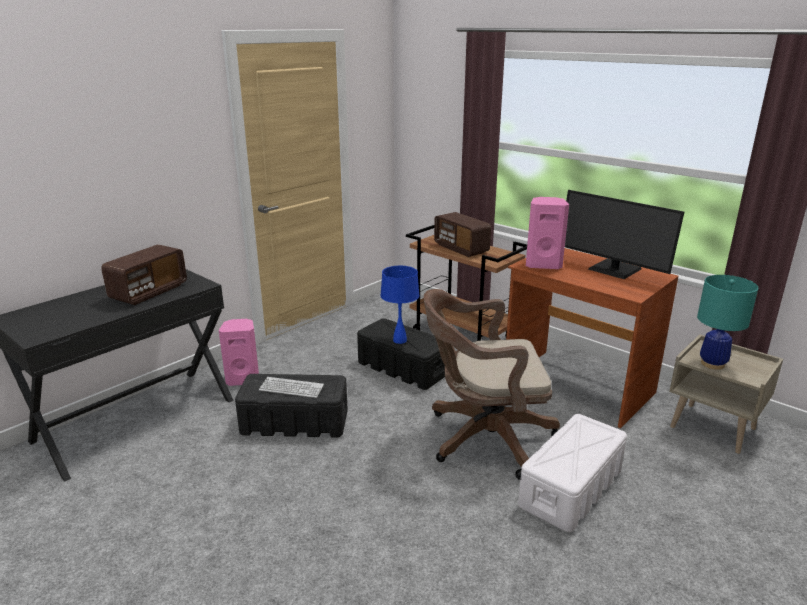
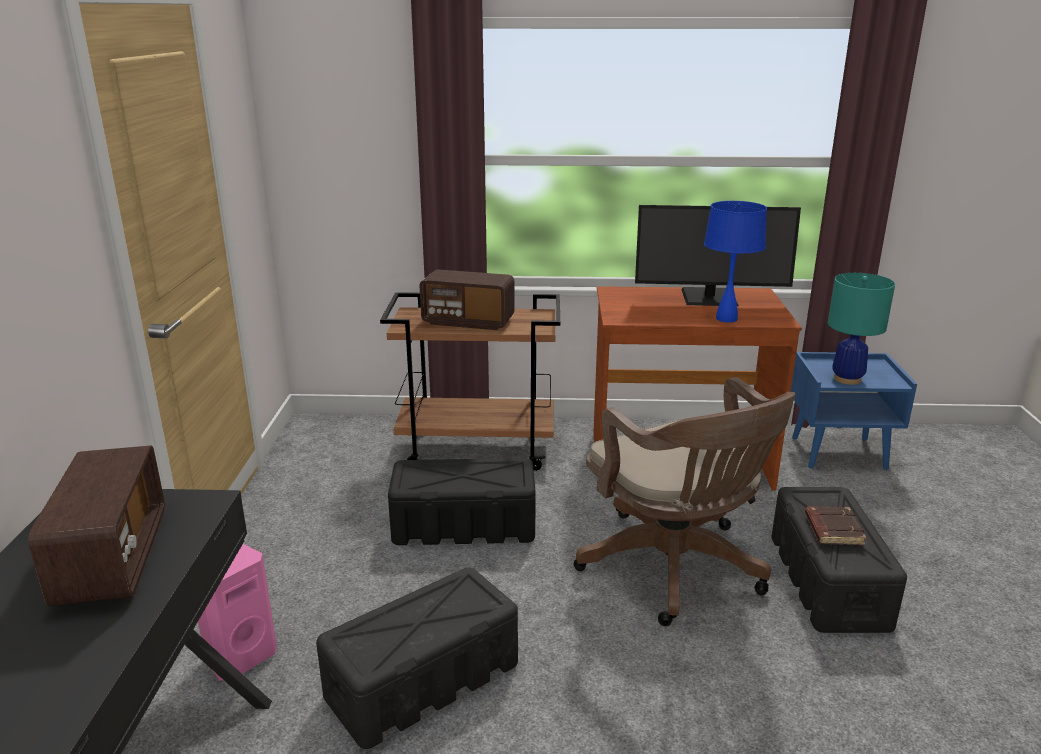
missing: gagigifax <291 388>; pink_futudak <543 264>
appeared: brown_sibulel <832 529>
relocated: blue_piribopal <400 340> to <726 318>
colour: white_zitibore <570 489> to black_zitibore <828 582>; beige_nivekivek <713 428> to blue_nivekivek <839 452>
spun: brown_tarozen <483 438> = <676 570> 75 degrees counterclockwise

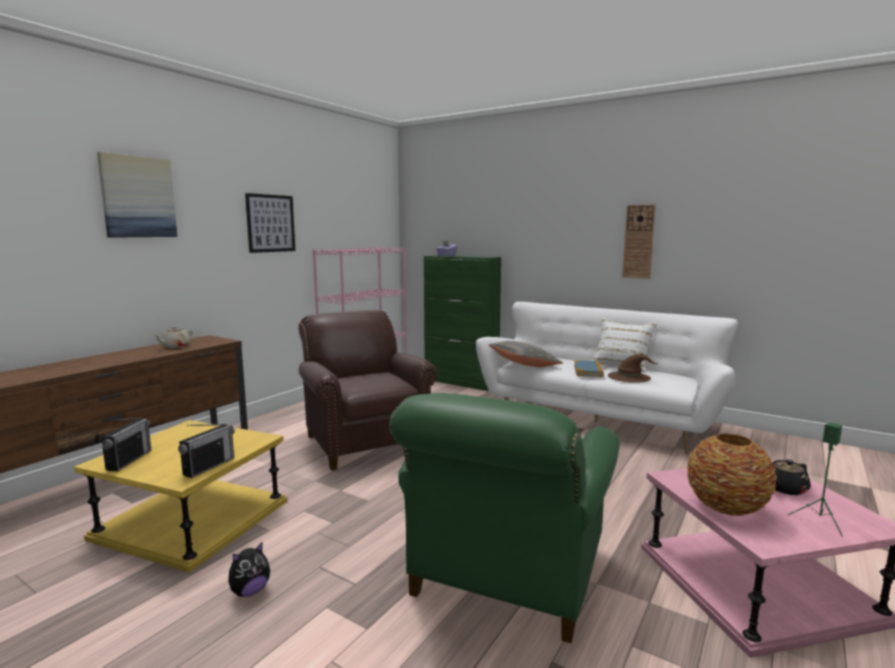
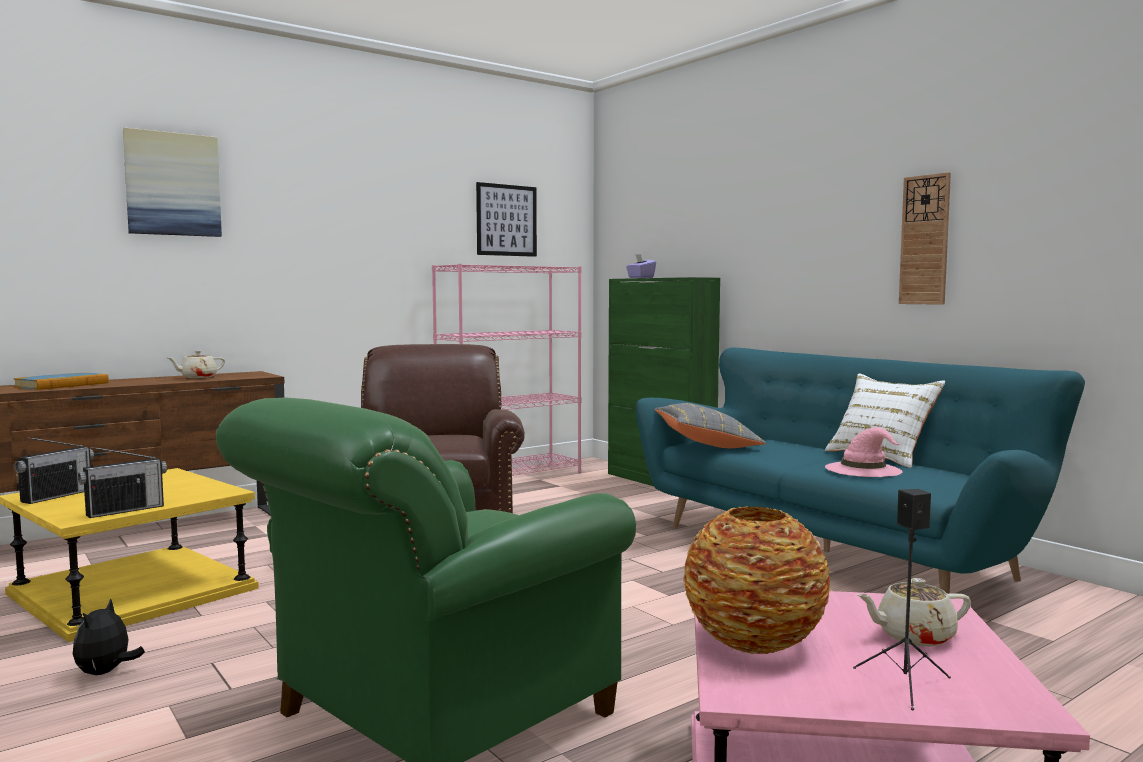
relocated: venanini <271 223> to <506 220>; sibulel <588 371> to <62 385>
colour: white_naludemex <599 419> to turquoise_naludemex <835 549>; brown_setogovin <629 377> to pink_setogovin <864 469>; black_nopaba <785 489> to beige_nopaba <913 636>; green_futudak <820 521> to black_futudak <905 685>
spun: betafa <250 591> = <106 672> 120 degrees clockwise

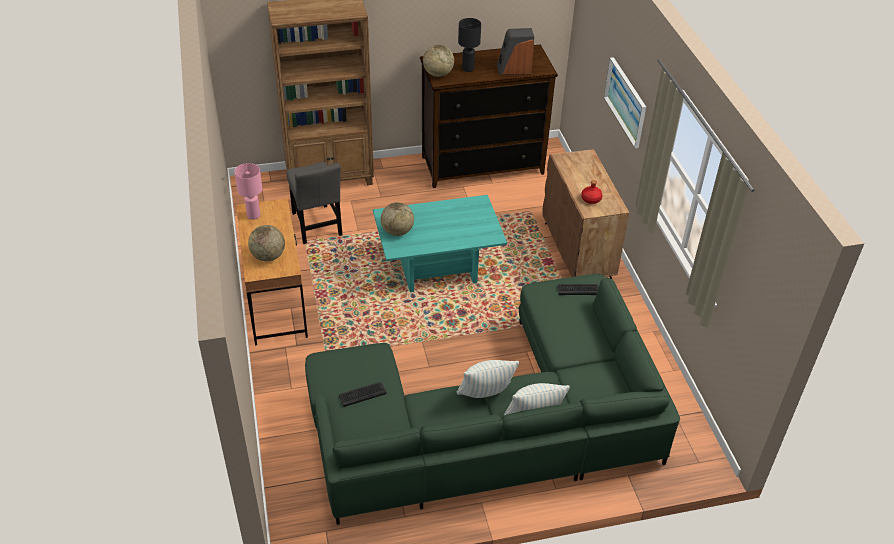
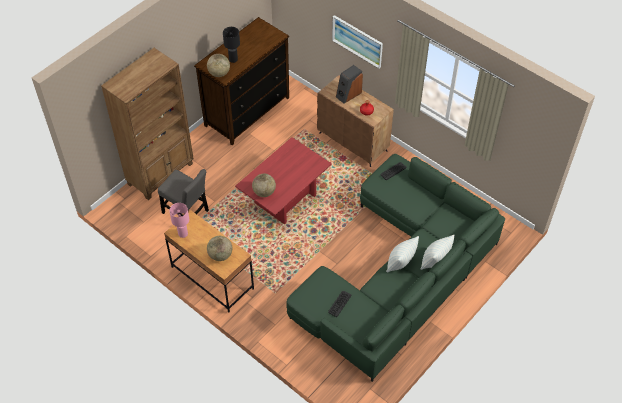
relocated: futudak <514 69> to <348 94>
colour: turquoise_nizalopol <438 266> to red_nizalopol <284 198>

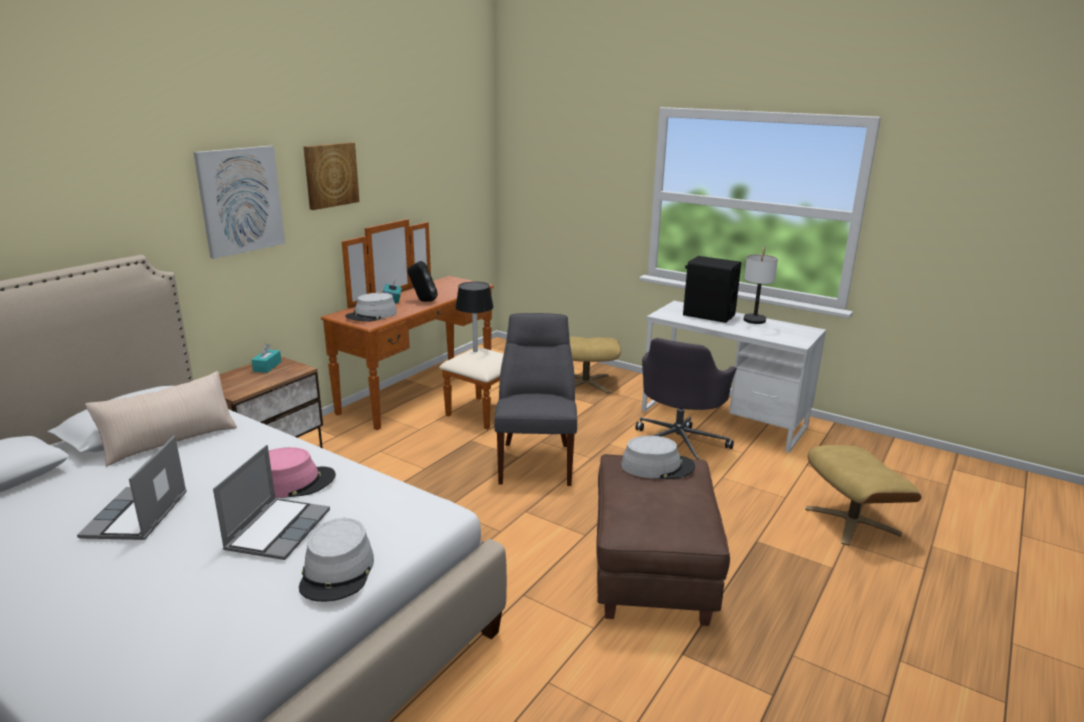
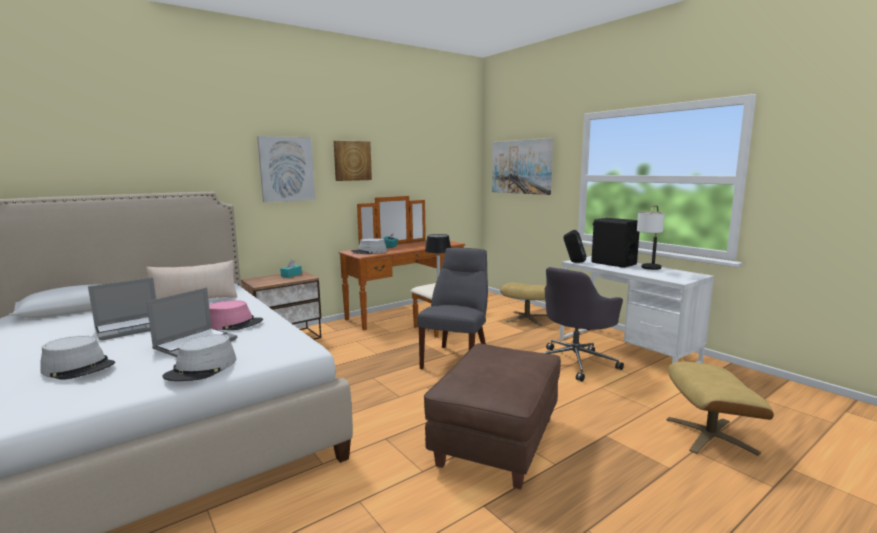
appeared: venanini <521 167>
relocated: black_futudak <422 301> to <573 262>; grey_setogovin <657 466> to <79 367>
spun: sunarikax <137 516> = <131 328> 150 degrees counterclockwise

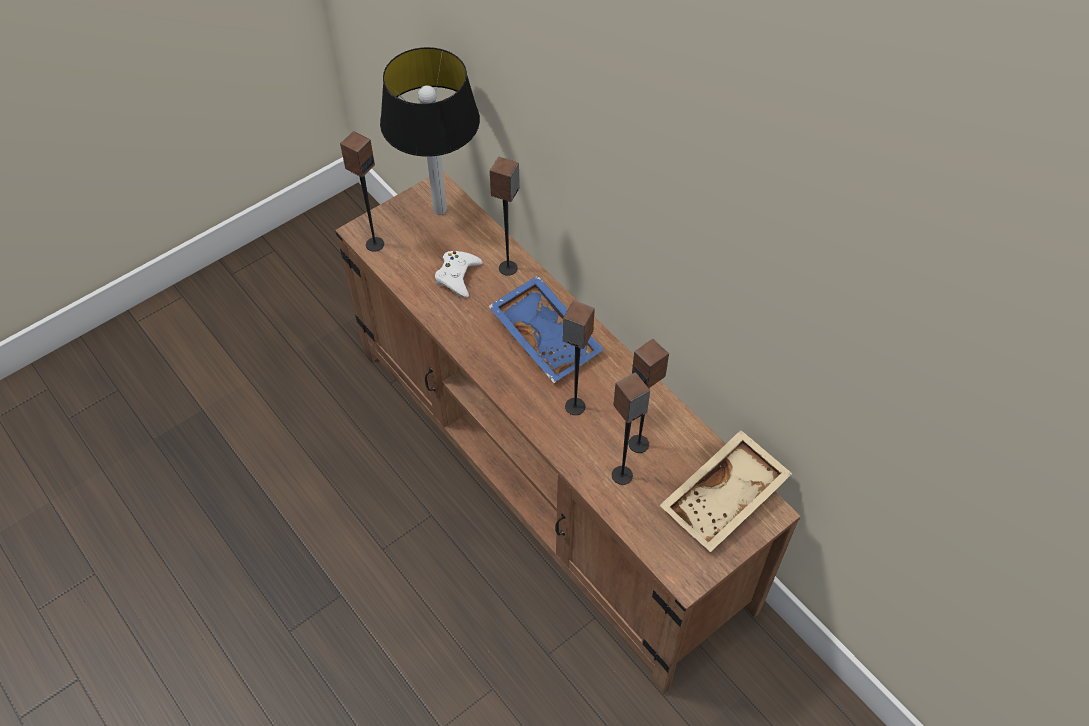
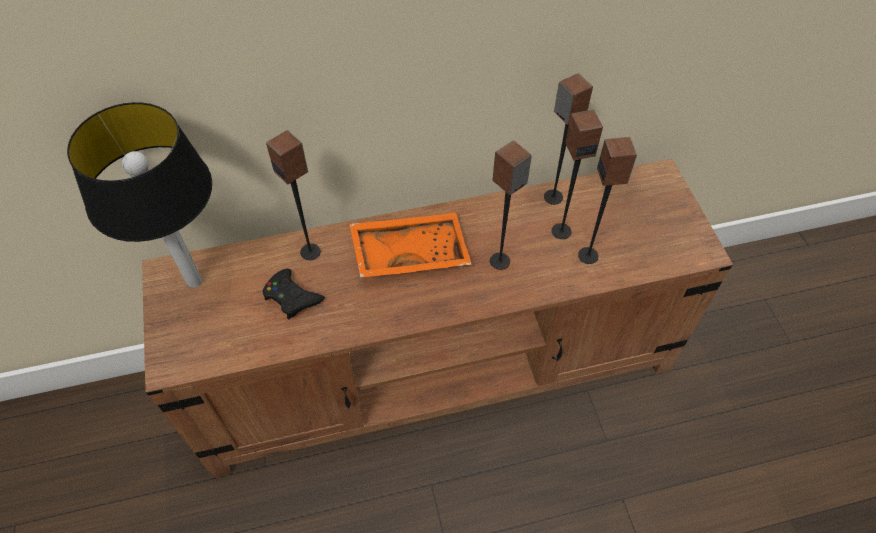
missing: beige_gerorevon <725 499>
relocated: futudak <374 244> to <553 197>
colour: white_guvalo <458 276> to black_guvalo <292 297>; blue_gerorevon <547 336> to orange_gerorevon <410 252>

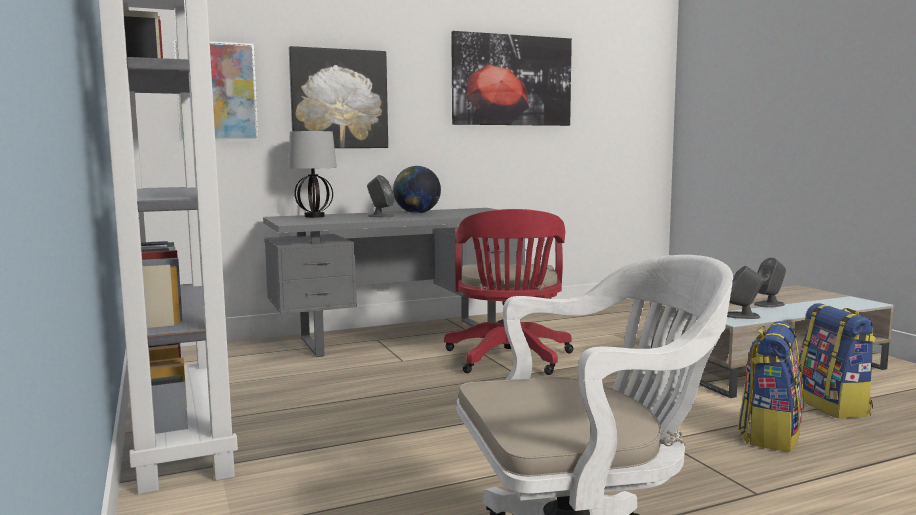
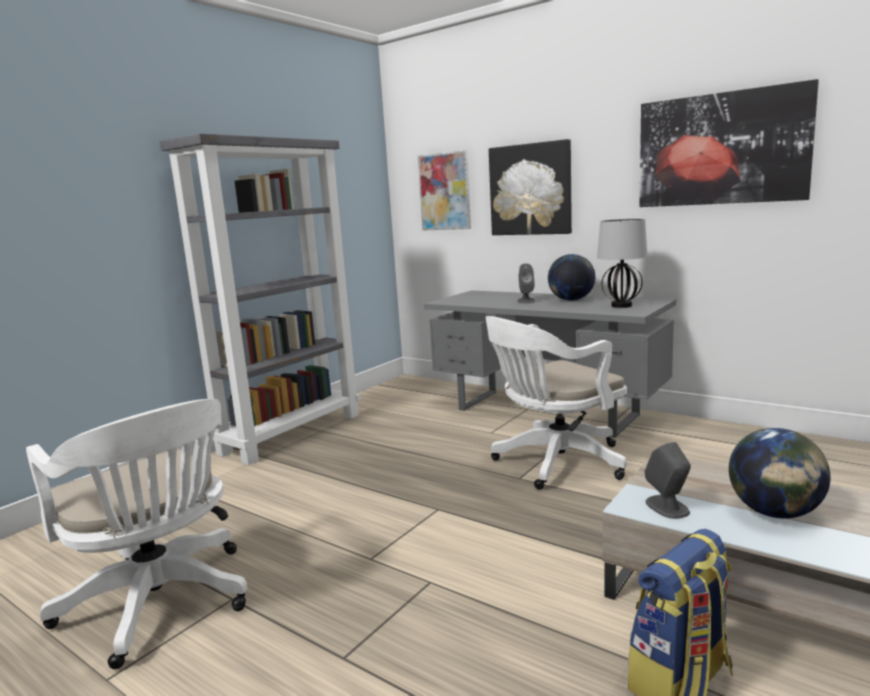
missing: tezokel <769 435>
relocated: piribopal <314 216> to <621 305>
exchanged: grey_futudak <769 304> to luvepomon <775 513>
colour: red_tarozen <509 360> to white_tarozen <554 463>

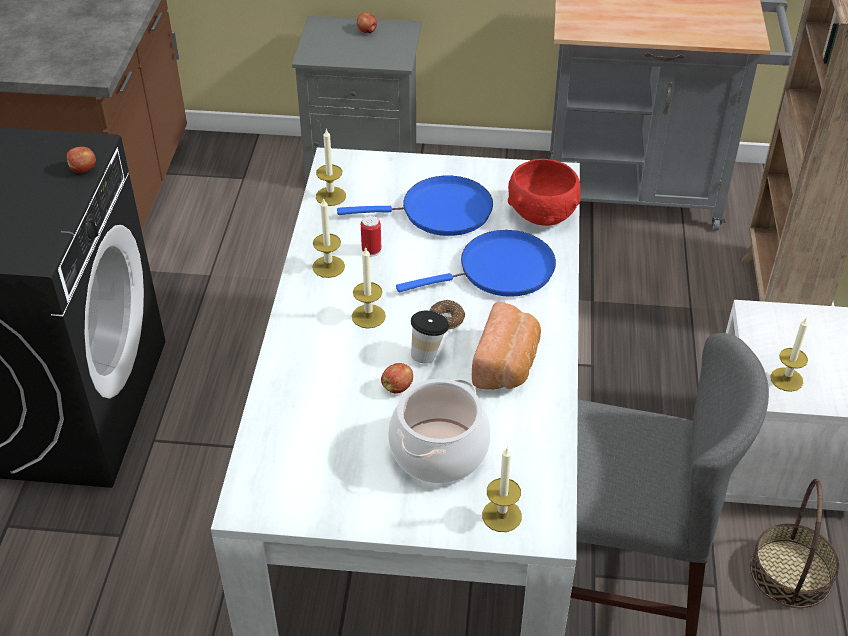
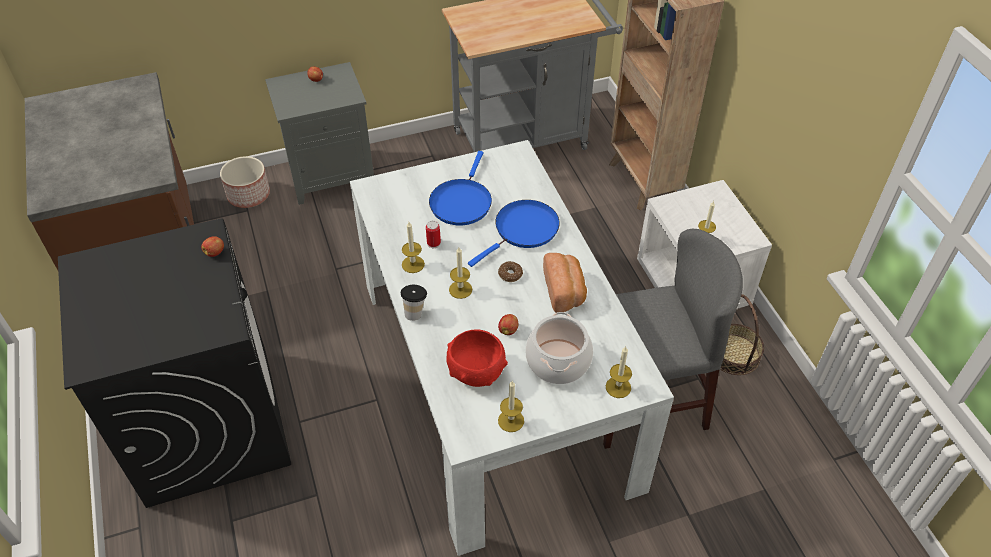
appeared: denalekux <249 195>
relocated: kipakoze <330 196> to <511 420>; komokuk <428 354> to <415 312>; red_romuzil <542 214> to <476 372>
spun: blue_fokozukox <440 212> = <461 202> 135 degrees clockwise

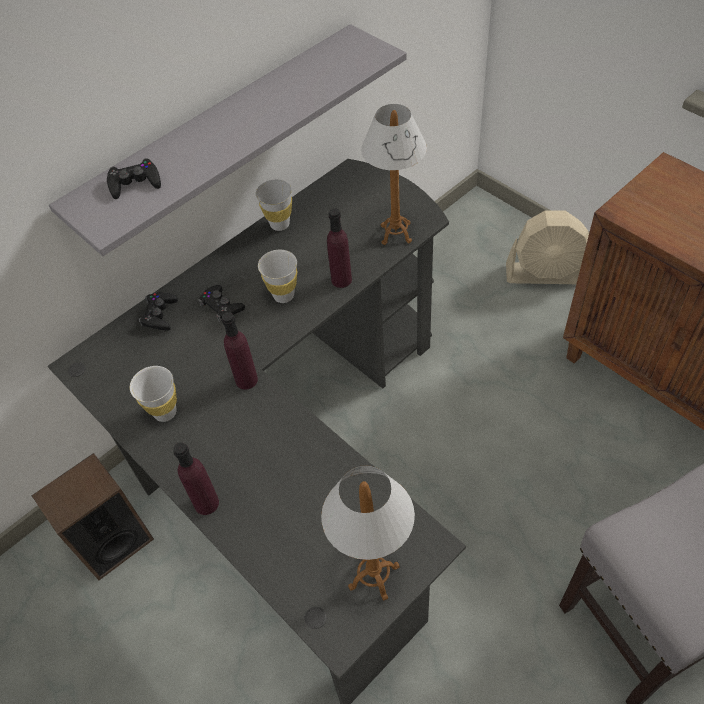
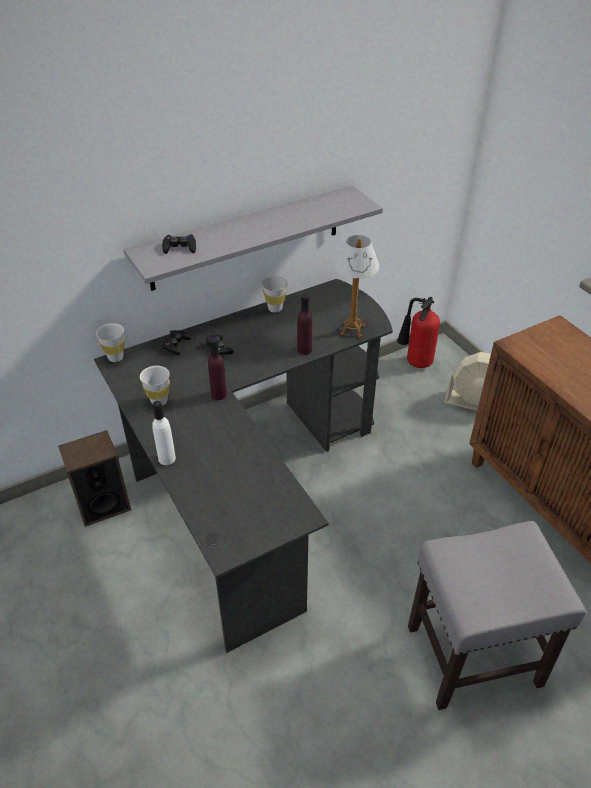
missing: piribopal <374 577>
appeared: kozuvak <415 362>
relocated: white_komokuk <283 295> to <115 357>
colour: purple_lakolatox <206 503> to white_lakolatox <167 458>

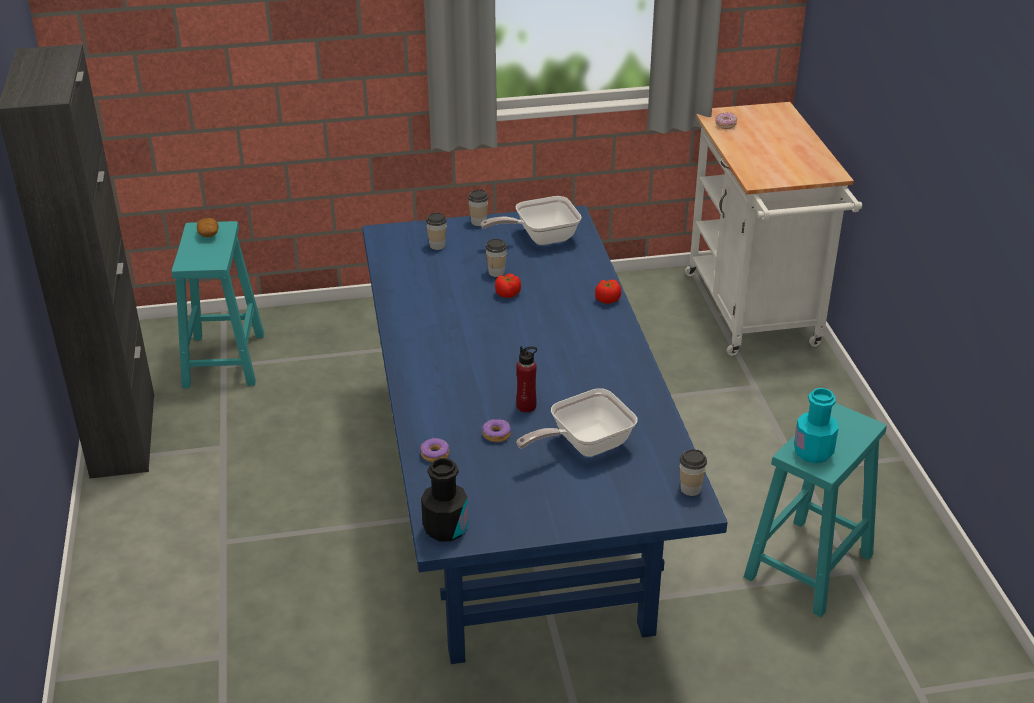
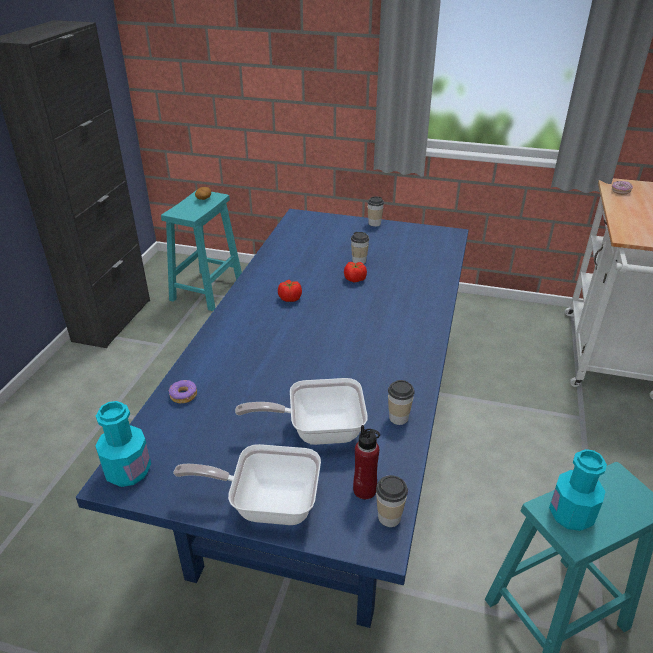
missing: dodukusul <496 435>
relocated: komokuk <437 245> to <398 417>; fokozukox <540 238> to <266 503>; red_lakolatox <526 406> to <364 490>; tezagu <607 300> to <290 298>
colour: black_lakolatox <445 528> to turquoise_lakolatox <128 471>

